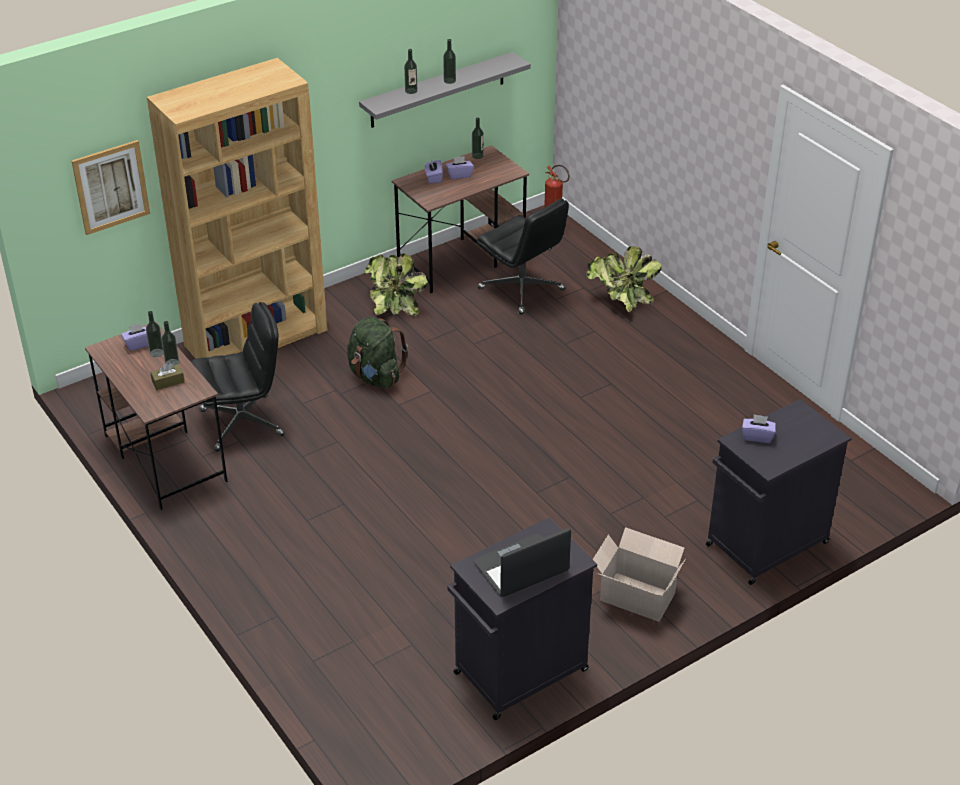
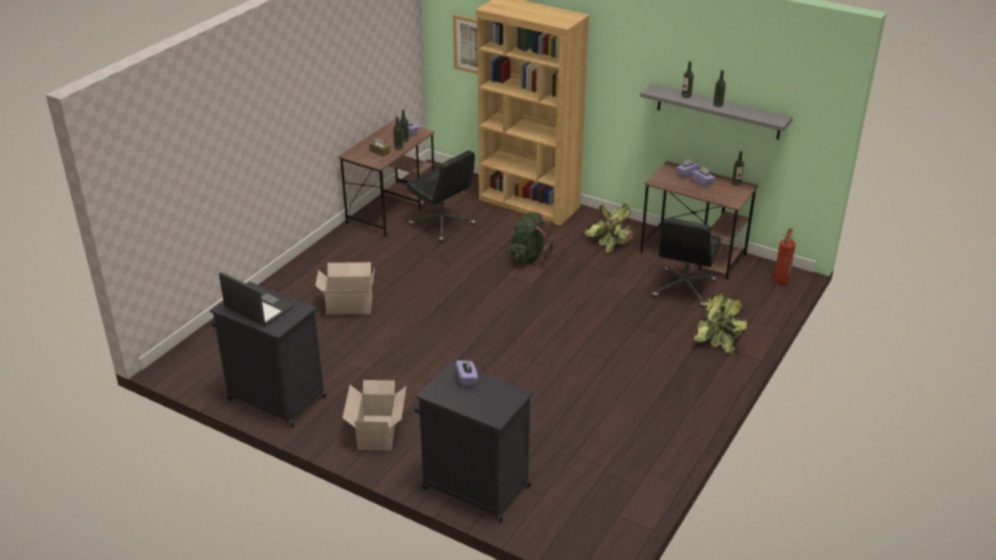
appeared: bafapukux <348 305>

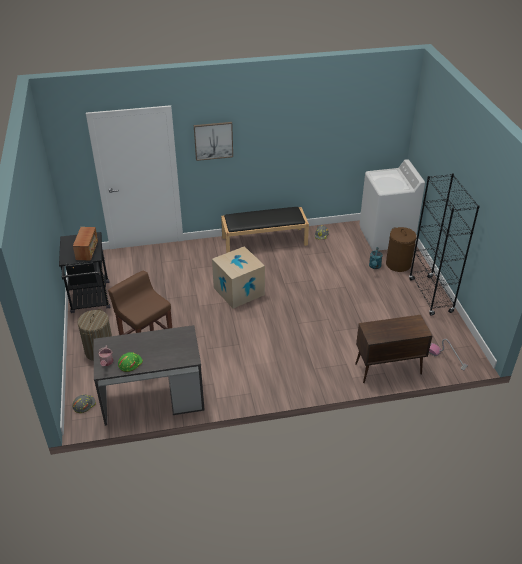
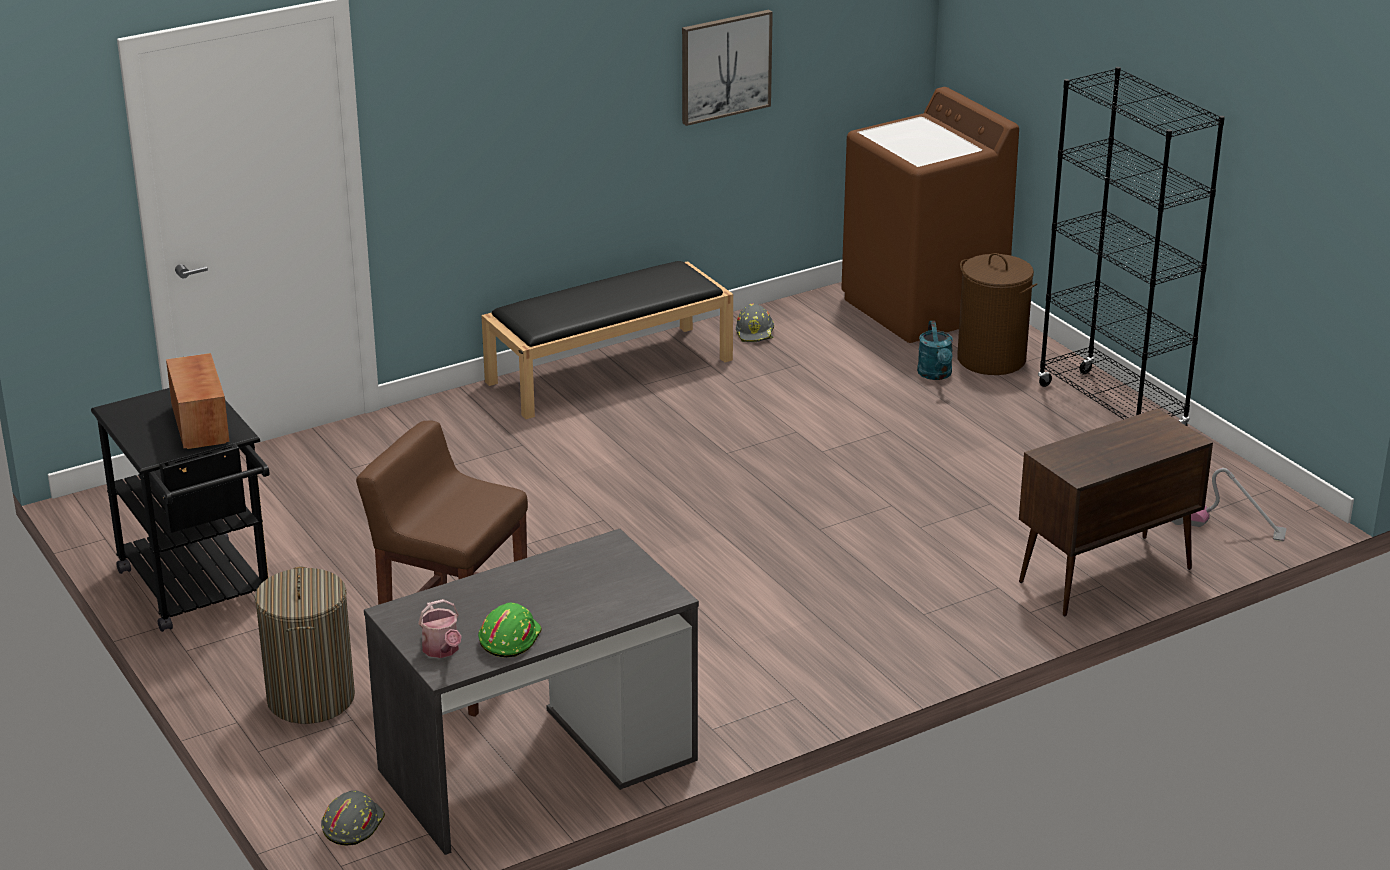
missing: bafapukux <239 291>
relocated: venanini <213 140> to <725 66>
colour: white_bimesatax <386 236> to brown_bimesatax <923 307>

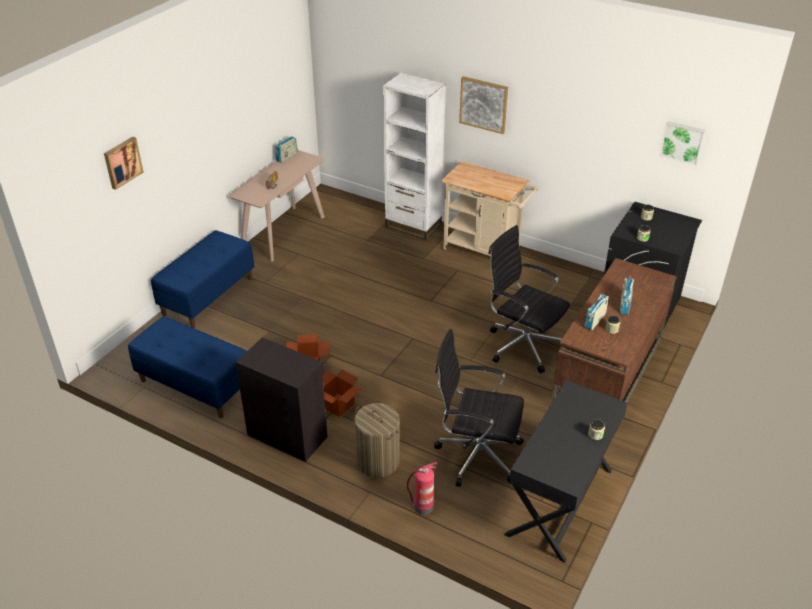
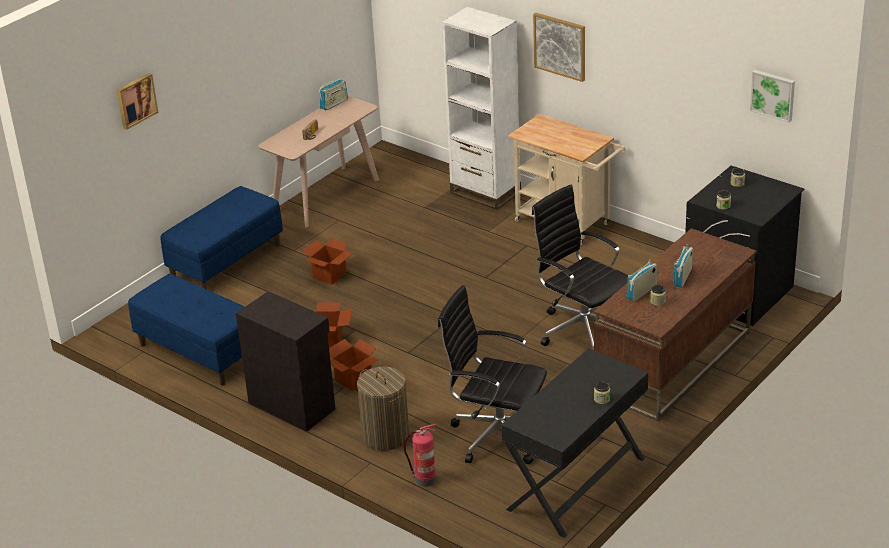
appeared: bafapukux <329 275>

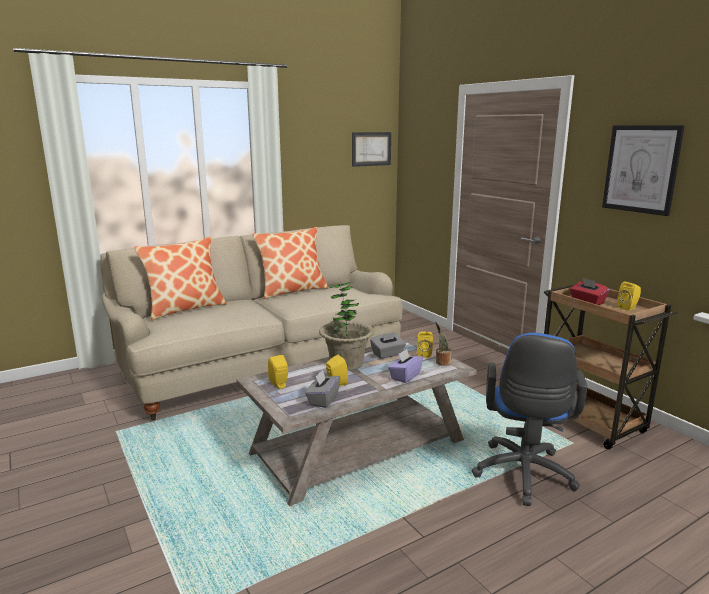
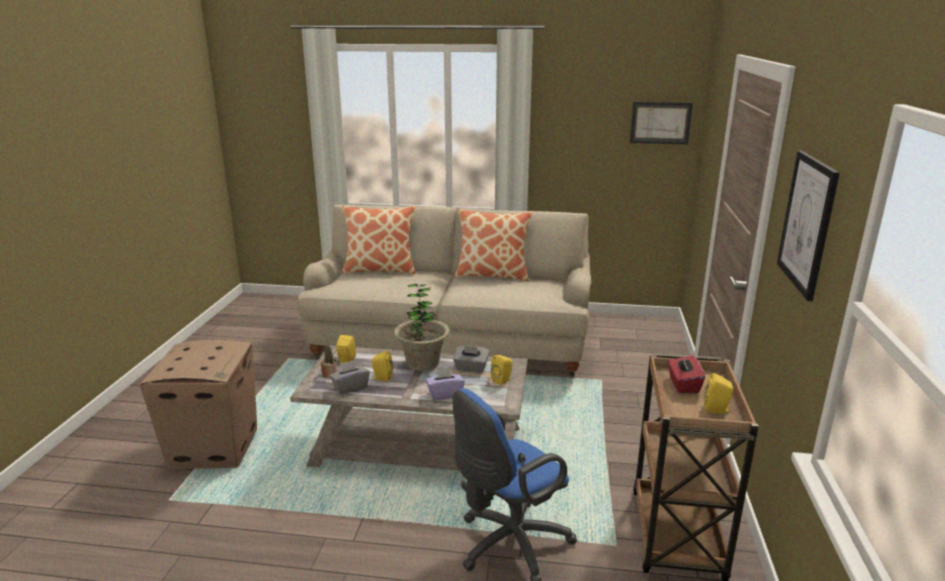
appeared: bafapukux <215 447>
relocated: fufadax <442 362> to <329 373>

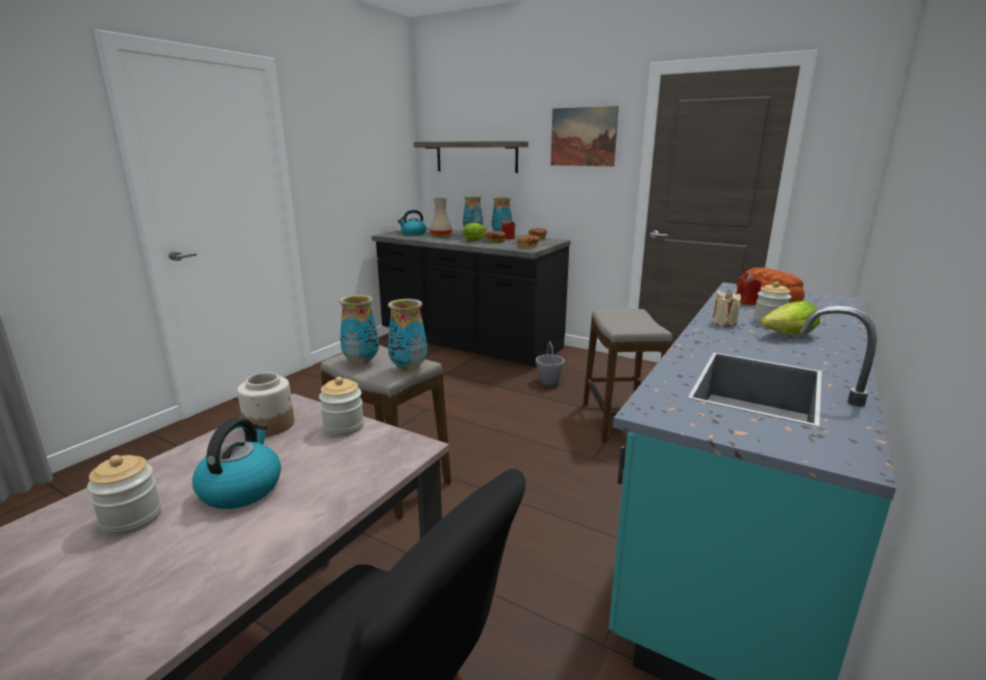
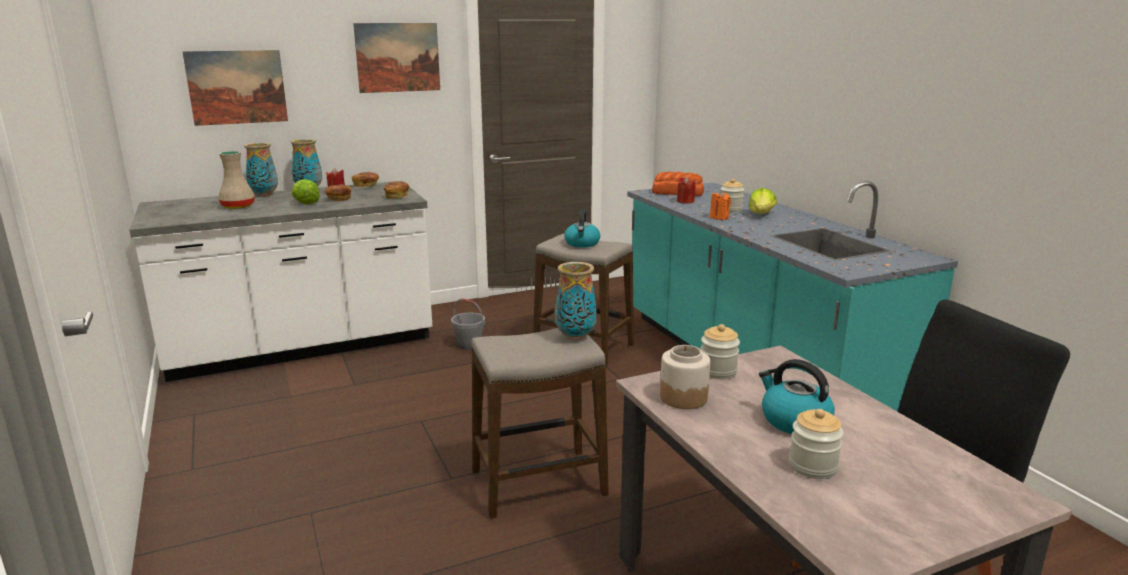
missing: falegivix <361 361>
relocated: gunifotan <413 234> to <582 243>
exchanged: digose <476 157> to venanini <237 87>
colour: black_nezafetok <470 343> to white_nezafetok <302 346>; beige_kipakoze <724 322> to orange_kipakoze <719 217>

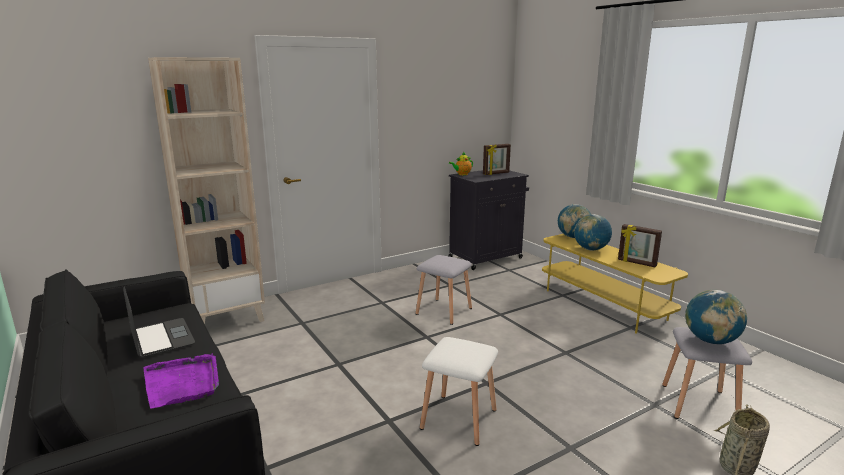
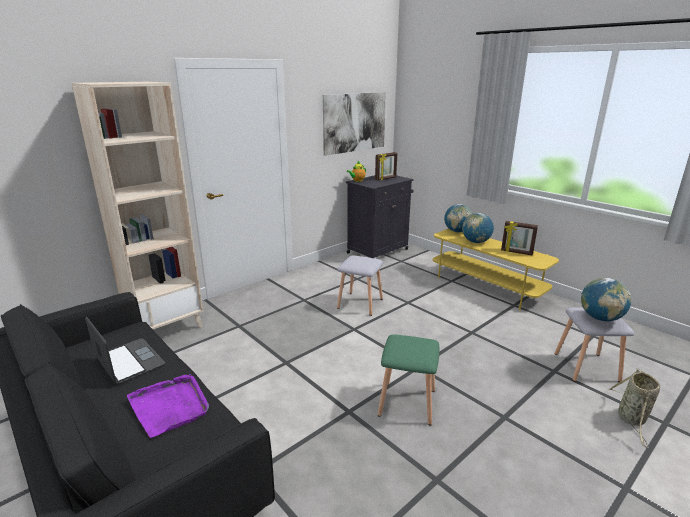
appeared: venanini <355 122>
colour: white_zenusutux <458 418> to green_zenusutux <406 402>

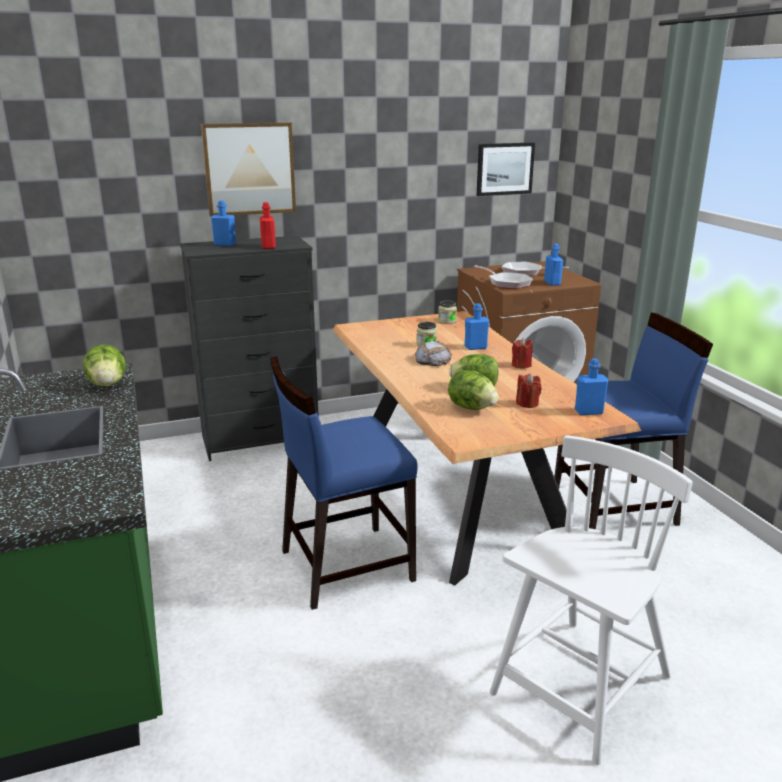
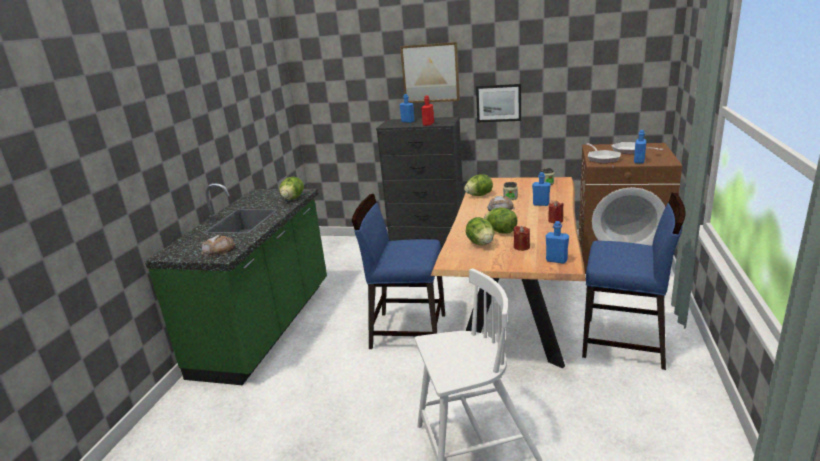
appeared: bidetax <219 250>; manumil <479 195>
relocated: venanini <504 169> to <498 103>

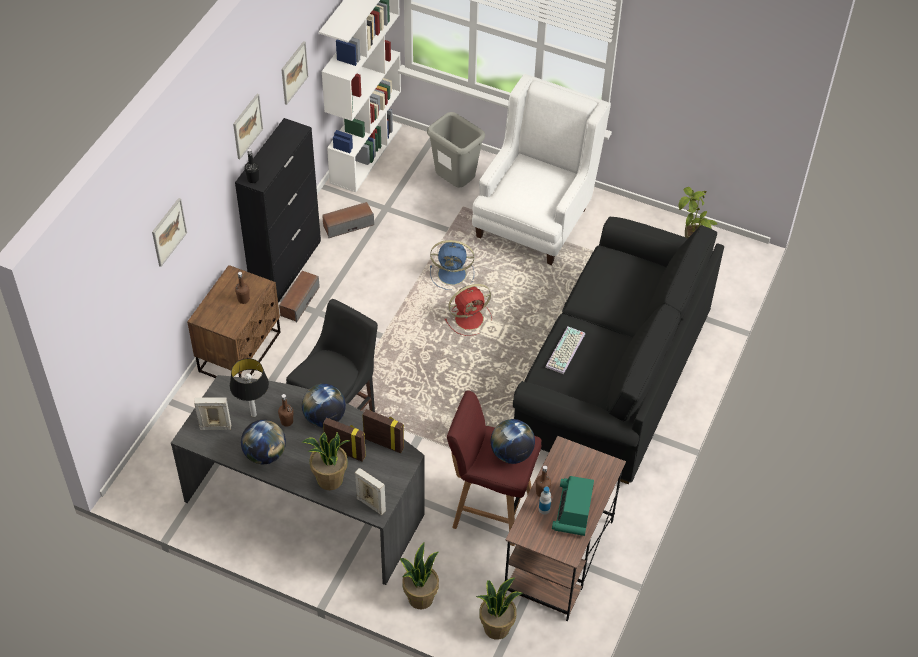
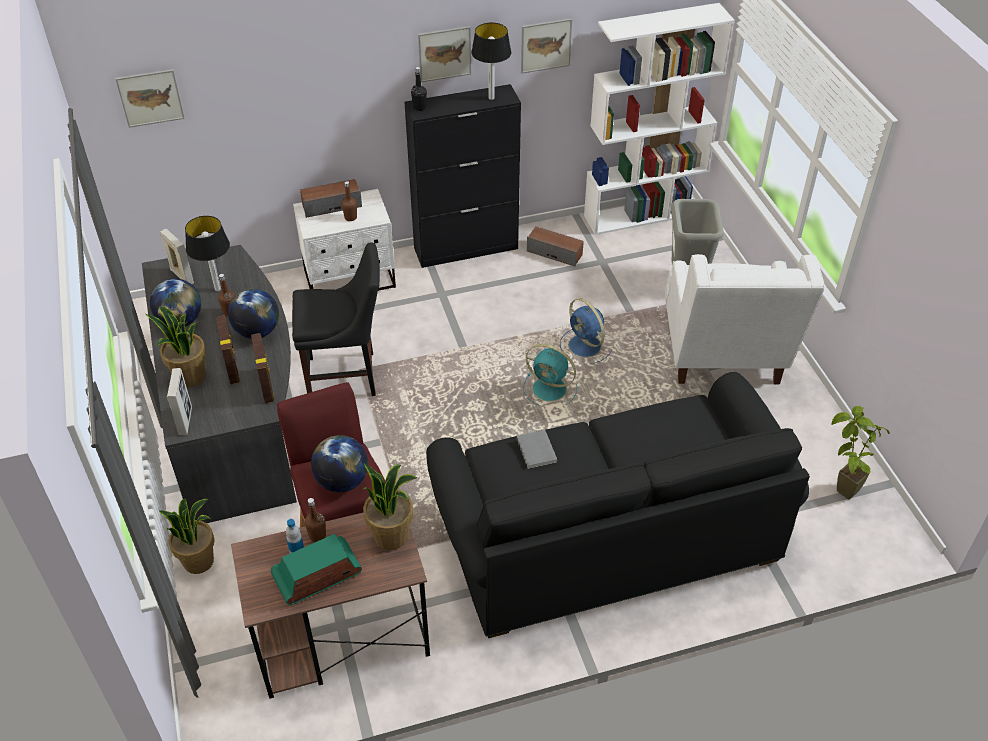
appeared: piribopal <491 98>
relocated: venanini <168 232> to <150 98>; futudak <299 301> to <331 205>; fufadax <496 627> to <391 535>
exchanged: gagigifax <566 351> to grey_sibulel <536 451>
colour: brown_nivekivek <241 352> to white_nivekivek <350 279>; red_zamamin <470 318> to turquoise_zamamin <551 389>
spun: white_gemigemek <535 216> = <723 356> 105 degrees clockwise

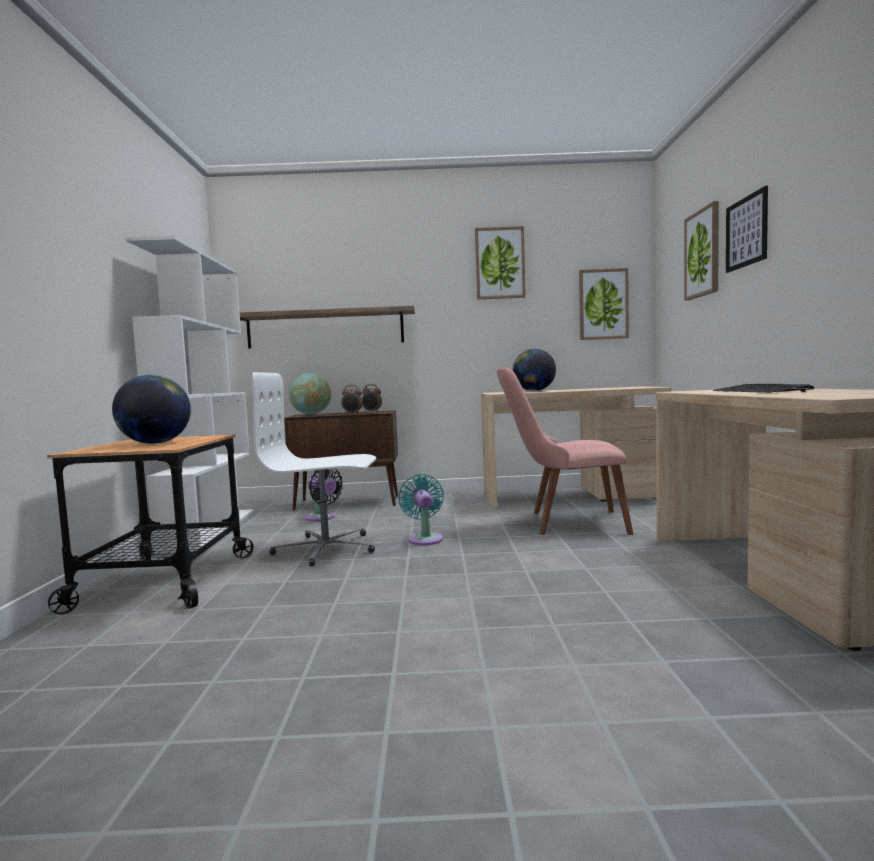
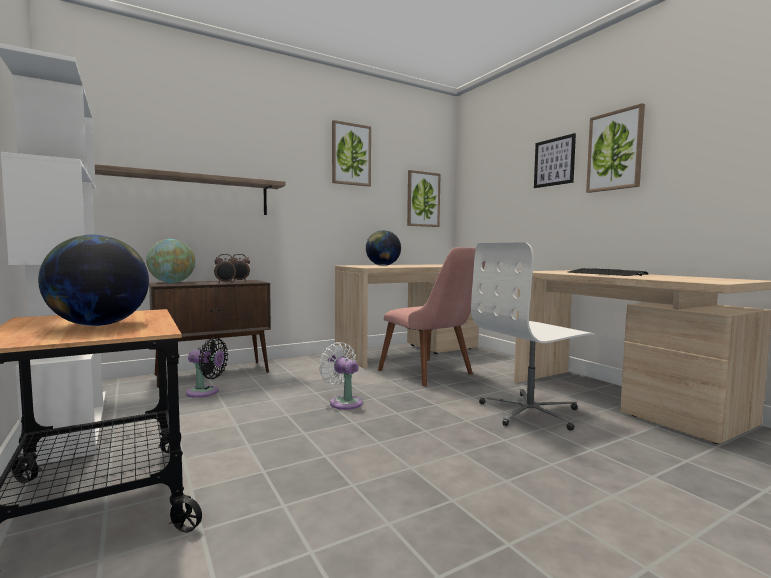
relocated: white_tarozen <326 549> to <530 412>; venanini <703 253> to <615 151>
colour: turquoise_zamamin <425 538> to white_zamamin <343 402>
spun: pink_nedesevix <563 522> = <434 374> 105 degrees counterclockwise

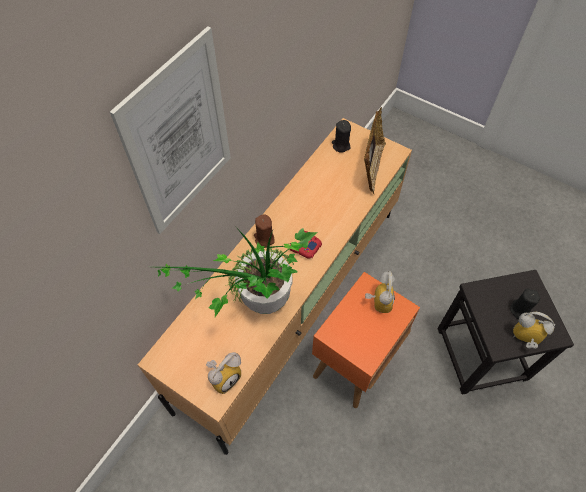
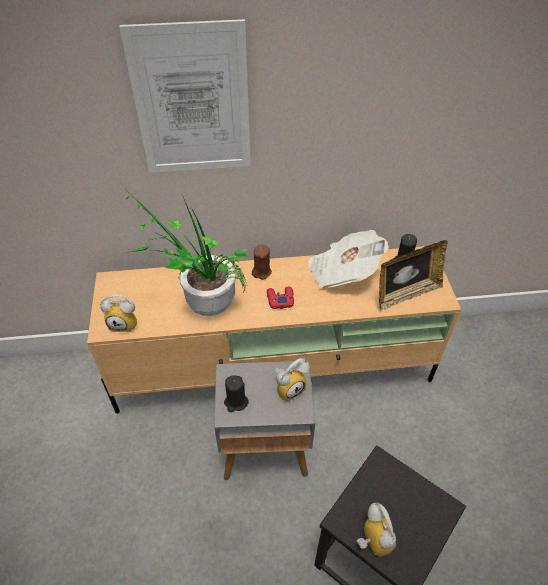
appeared: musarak <343 272>
relocated: black_kipakoze <520 310> to <236 402>
colour: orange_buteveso <355 362> to grey_buteveso <266 451>

